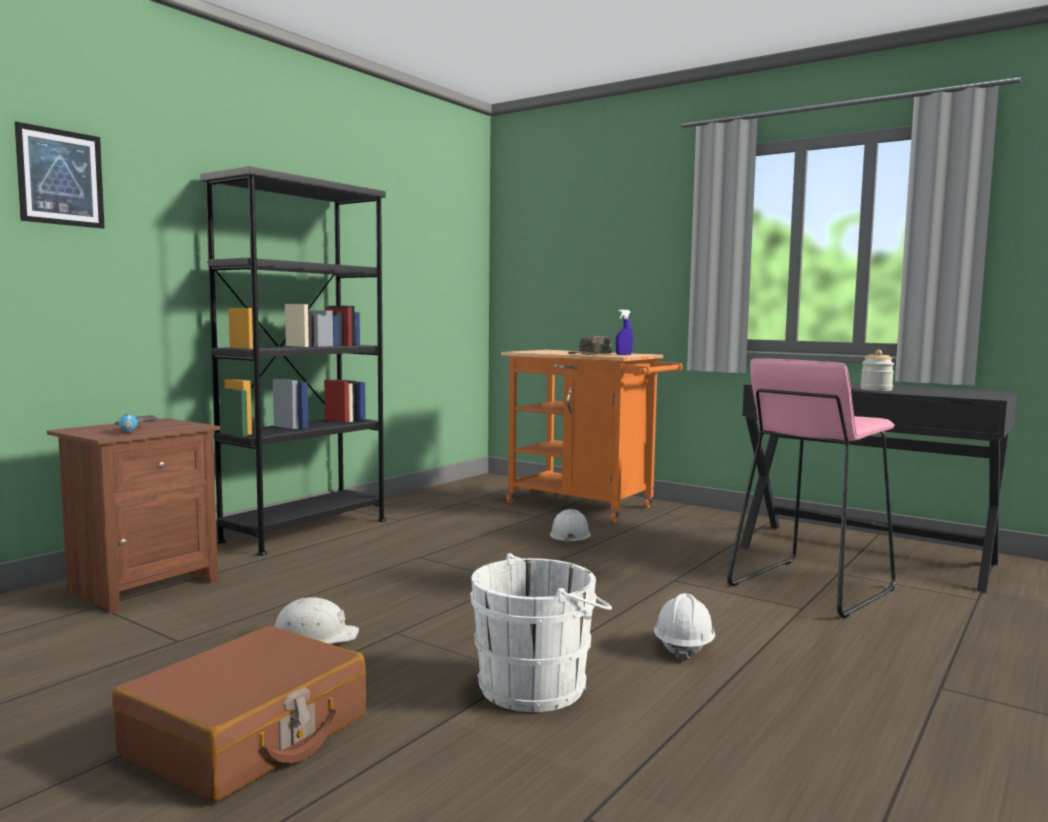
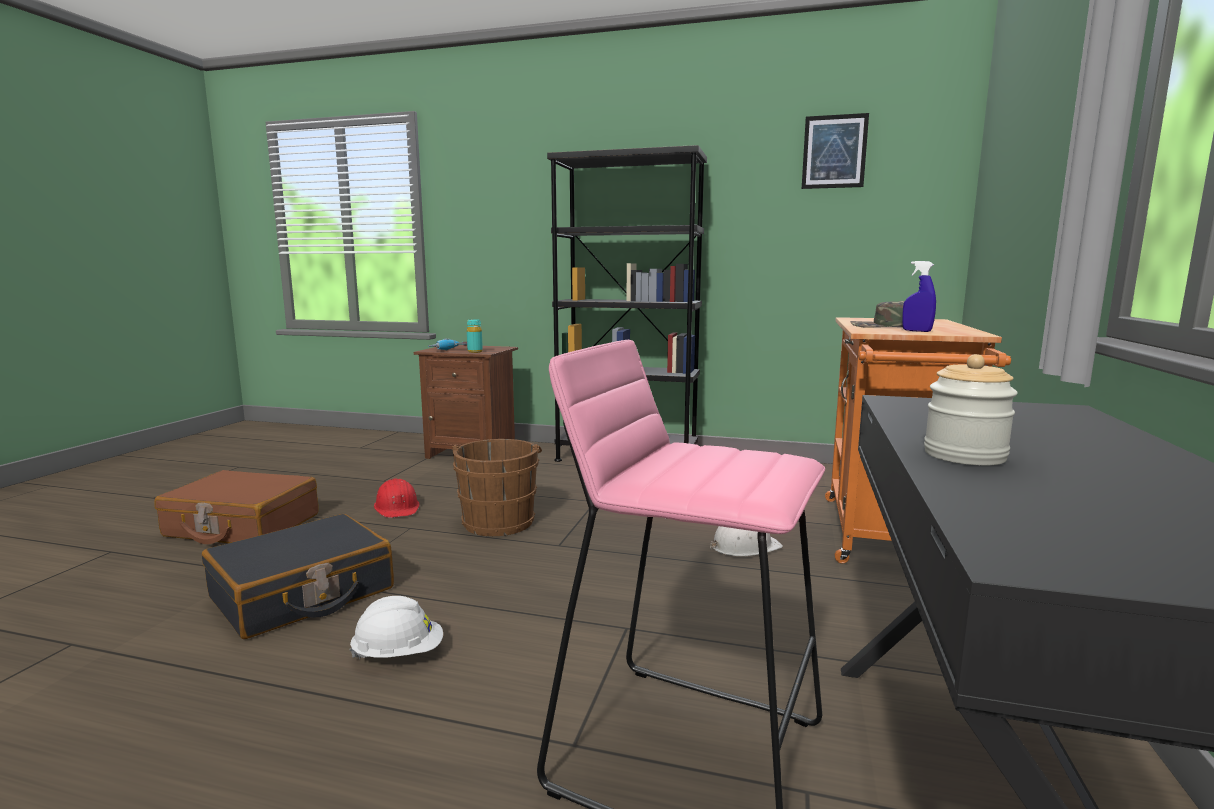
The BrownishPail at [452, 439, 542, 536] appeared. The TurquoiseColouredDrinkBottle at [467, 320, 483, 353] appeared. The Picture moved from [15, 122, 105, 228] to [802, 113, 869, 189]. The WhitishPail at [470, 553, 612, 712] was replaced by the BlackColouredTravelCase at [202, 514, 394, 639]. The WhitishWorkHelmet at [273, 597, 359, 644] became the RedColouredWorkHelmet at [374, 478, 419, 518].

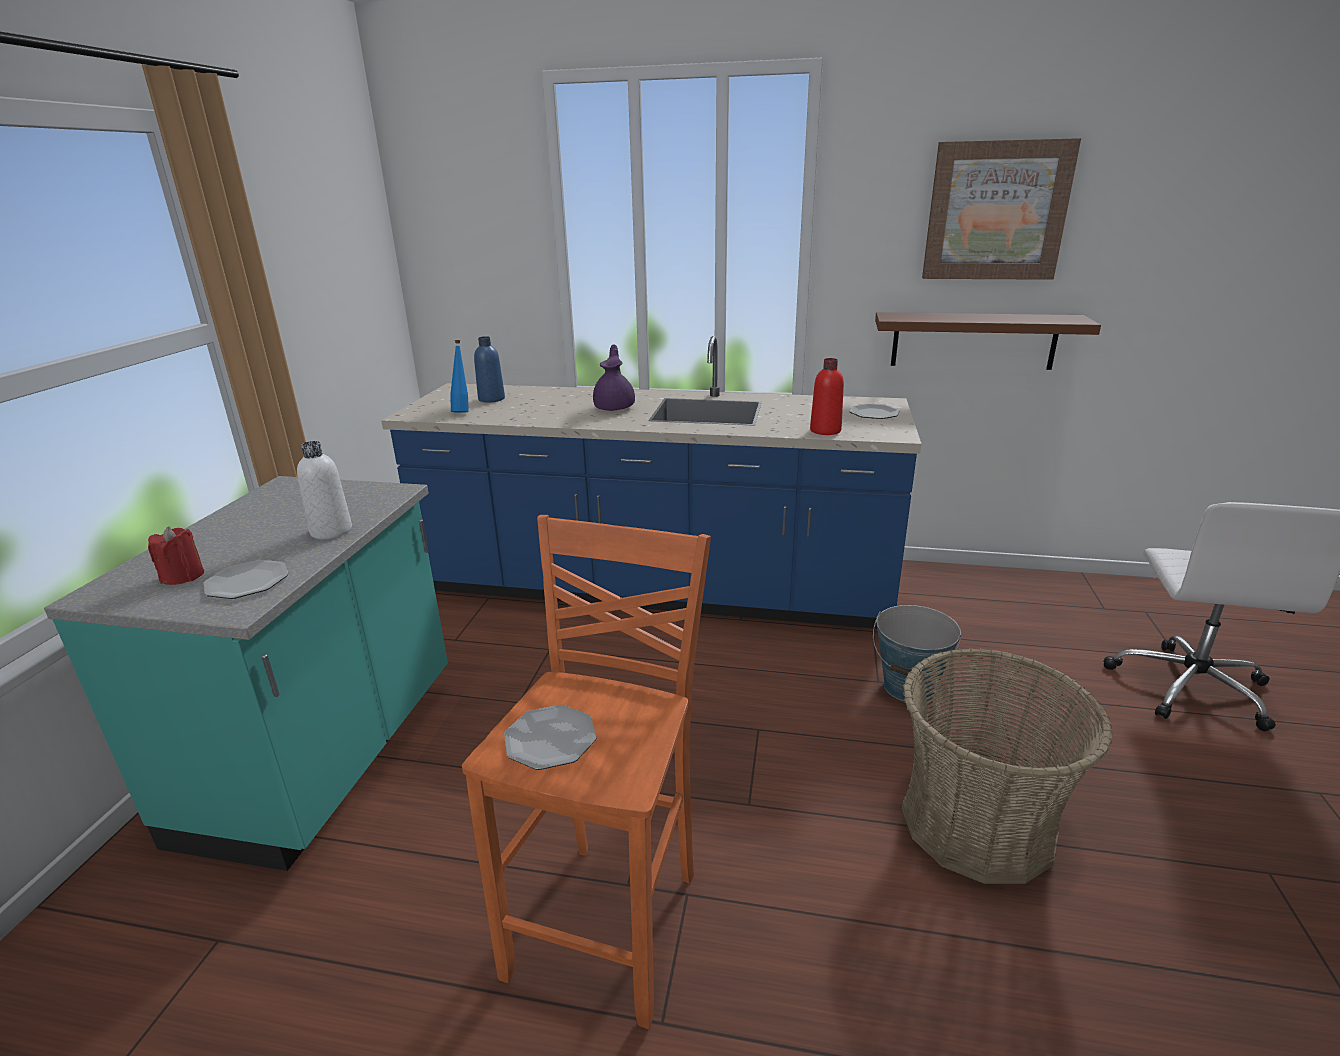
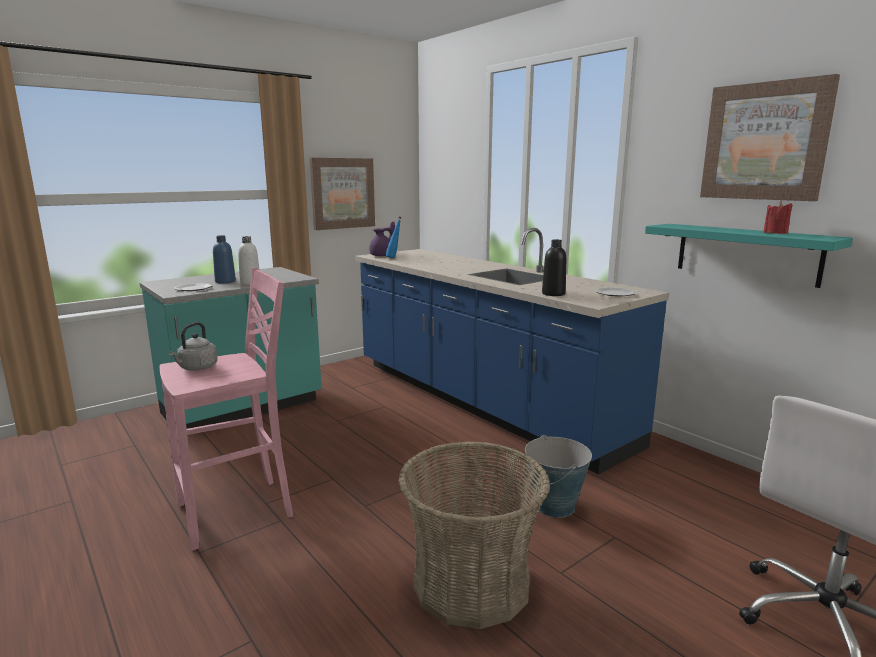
The Picture at [310, 158, 375, 230] appeared. The RedColouredWaxLight moved from [148, 526, 204, 585] to [763, 201, 793, 234]. The BlueDrinkBottle moved from [474, 336, 505, 403] to [213, 235, 236, 283]. The PurpleColouredTeaPot moved from [593, 344, 635, 411] to [369, 221, 395, 256]. The Plate at [504, 705, 597, 770] was replaced by the GreyishTeaKettle at [169, 322, 218, 371]. The OrangeySittingStool at [462, 515, 711, 1029] became the PinkSittingStool at [160, 268, 293, 551]. The RedColouredDrinkBottle at [810, 358, 844, 435] became the BlackColouredDrinkBottle at [542, 240, 566, 296]. The BrownishWallShelf at [875, 312, 1101, 370] became the TurquoiseColouredWallShelf at [645, 224, 853, 288].

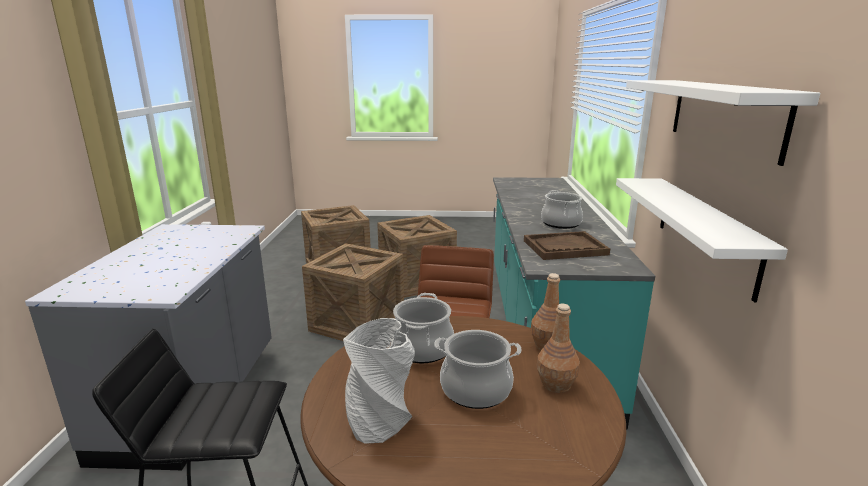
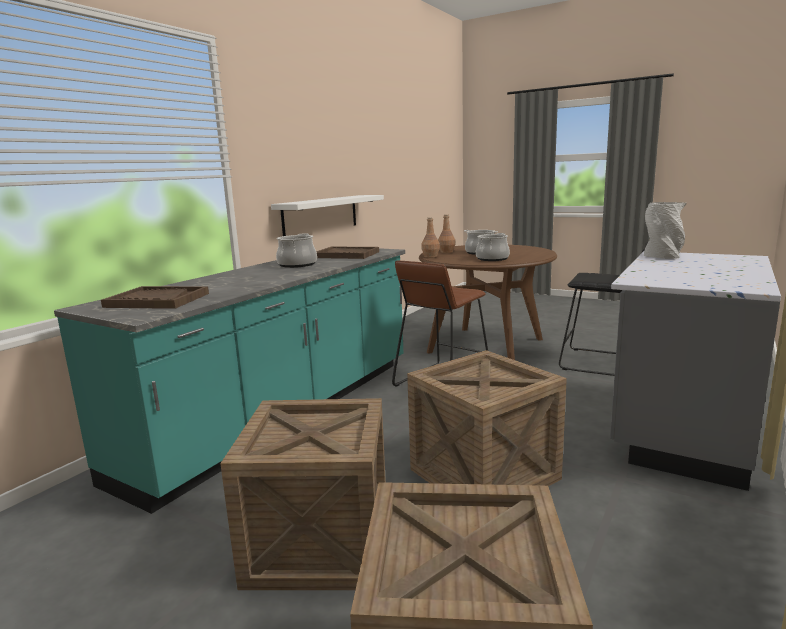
The WhitishWallShelf at [626, 80, 820, 166] disappeared. The BrownishCarryingTray at [101, 286, 209, 309] appeared. The GreyishFlowerVase moved from [343, 318, 415, 444] to [644, 202, 687, 259].

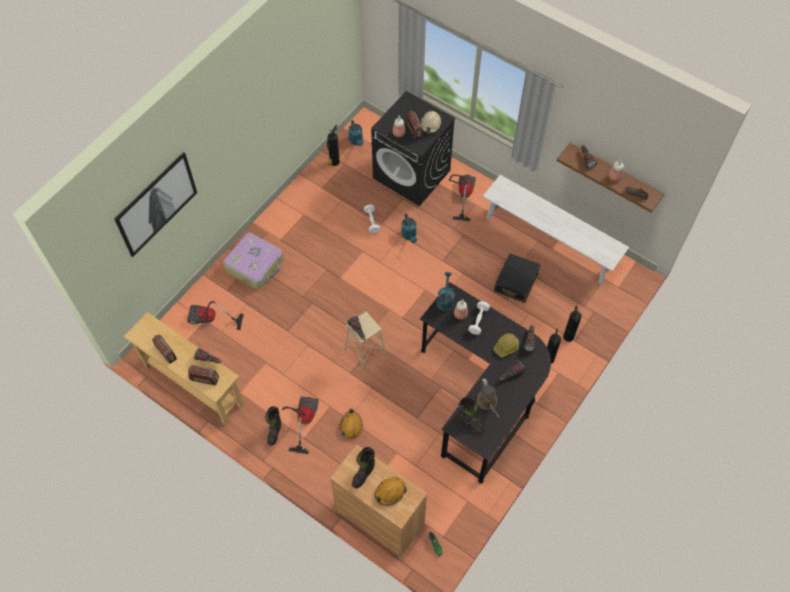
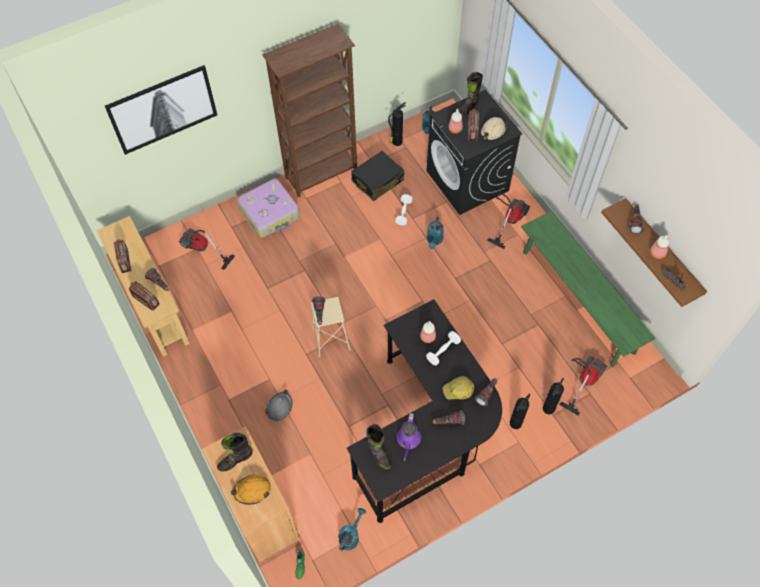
The BrownishBookshelf at [262, 23, 357, 198] appeared. The BlackColouredBoot moved from [265, 406, 281, 446] to [459, 72, 483, 117]. The Hoover moved from [282, 397, 319, 454] to [559, 356, 607, 416]. The TurquoiseColouredWateringPot moved from [437, 272, 455, 312] to [338, 508, 366, 551]. The BlackColouredTravelCase moved from [494, 253, 541, 303] to [351, 151, 404, 201]. The OrangeyWorkHelmet at [340, 409, 363, 439] became the GreyishWorkHelmet at [265, 389, 293, 421]. The BrownishWateringPot at [476, 378, 499, 417] became the PurpleColouredWateringPot at [397, 413, 421, 461]. The WhitishIndoorBench at [482, 175, 629, 284] became the GreenIndoorBench at [521, 211, 656, 367].

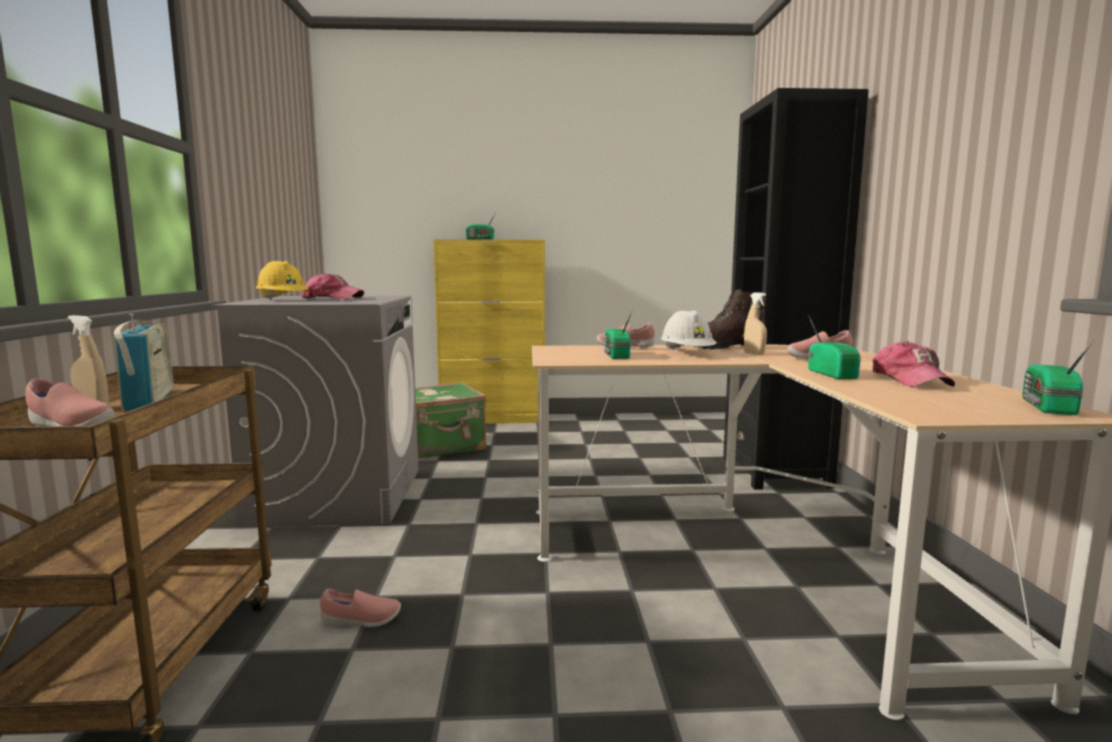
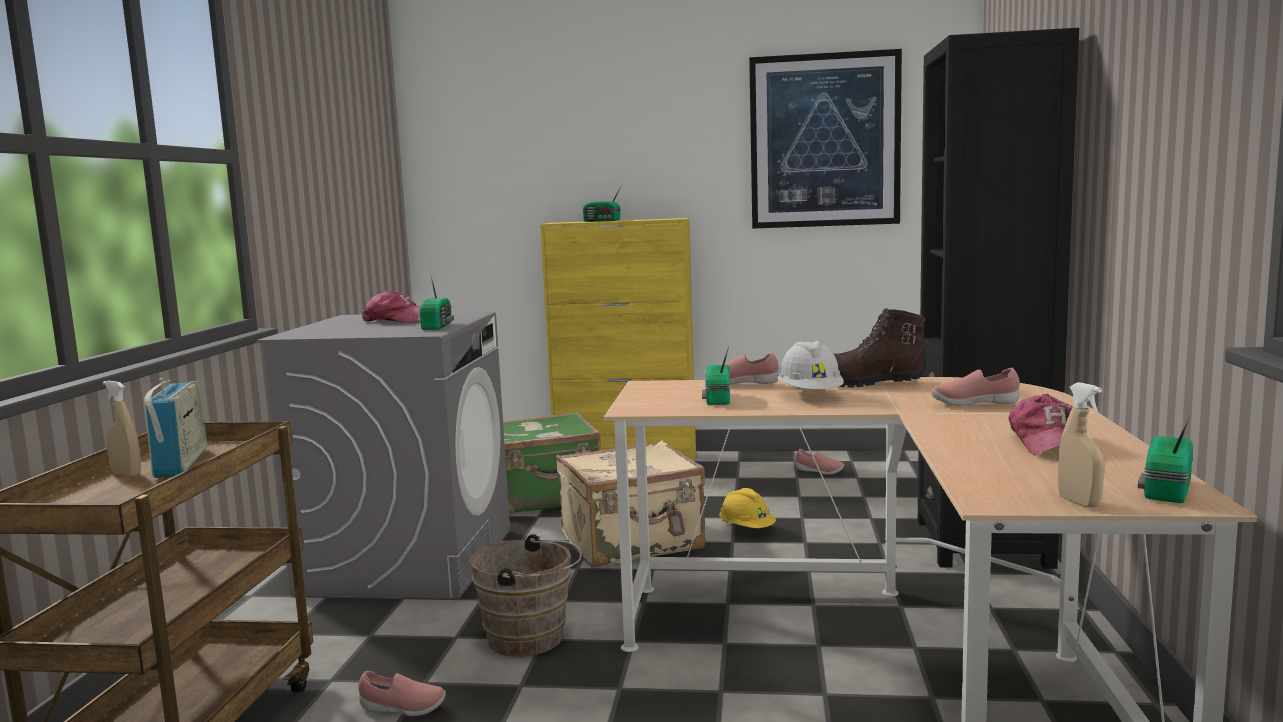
The BrownishPail at [470, 534, 582, 657] appeared. The SandColouredTravelCase at [556, 441, 706, 568] appeared. The Picture at [749, 49, 902, 229] appeared. The PinkShoe moved from [26, 378, 114, 426] to [796, 449, 844, 475]. The YellowWorkHelmet moved from [256, 261, 309, 300] to [719, 488, 776, 528]. The SandColouredSprayer moved from [744, 293, 767, 355] to [1058, 382, 1104, 508]. The RadioReceiver moved from [808, 317, 861, 379] to [420, 276, 454, 330].

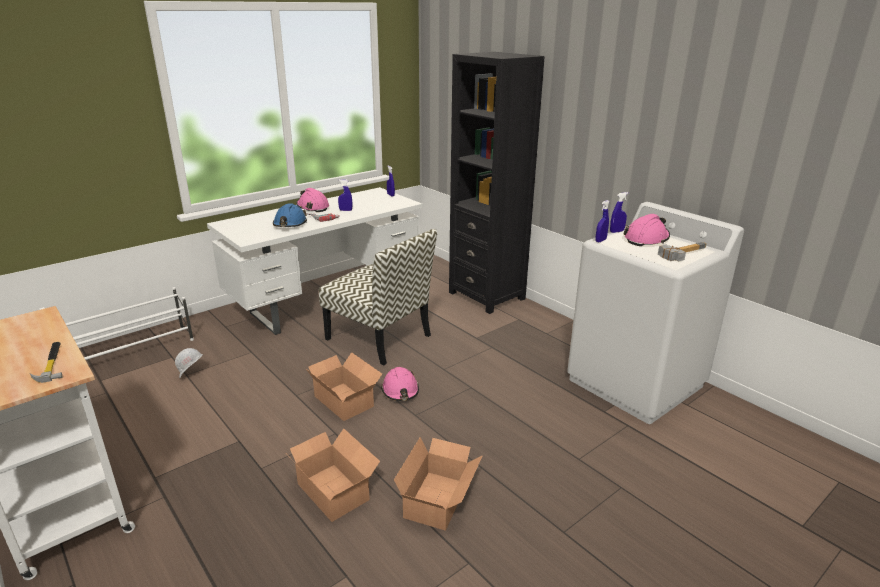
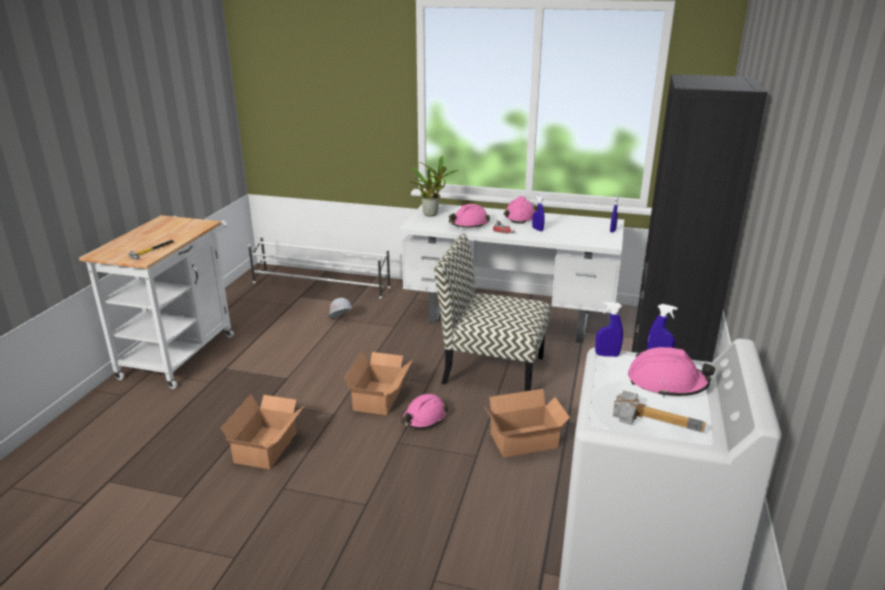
The PlantInAPot at [407, 156, 458, 217] appeared. The CardboardBox moved from [394, 437, 483, 530] to [485, 389, 570, 457]. The BlueWorkHelmet at [273, 204, 307, 227] became the PinkWorkHelmet at [449, 204, 490, 228]. The UprightChair at [319, 229, 437, 366] turned 105 degrees clockwise.

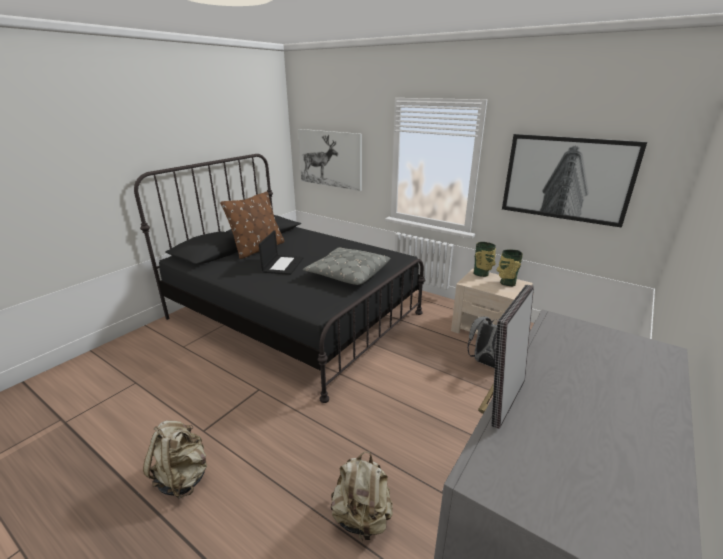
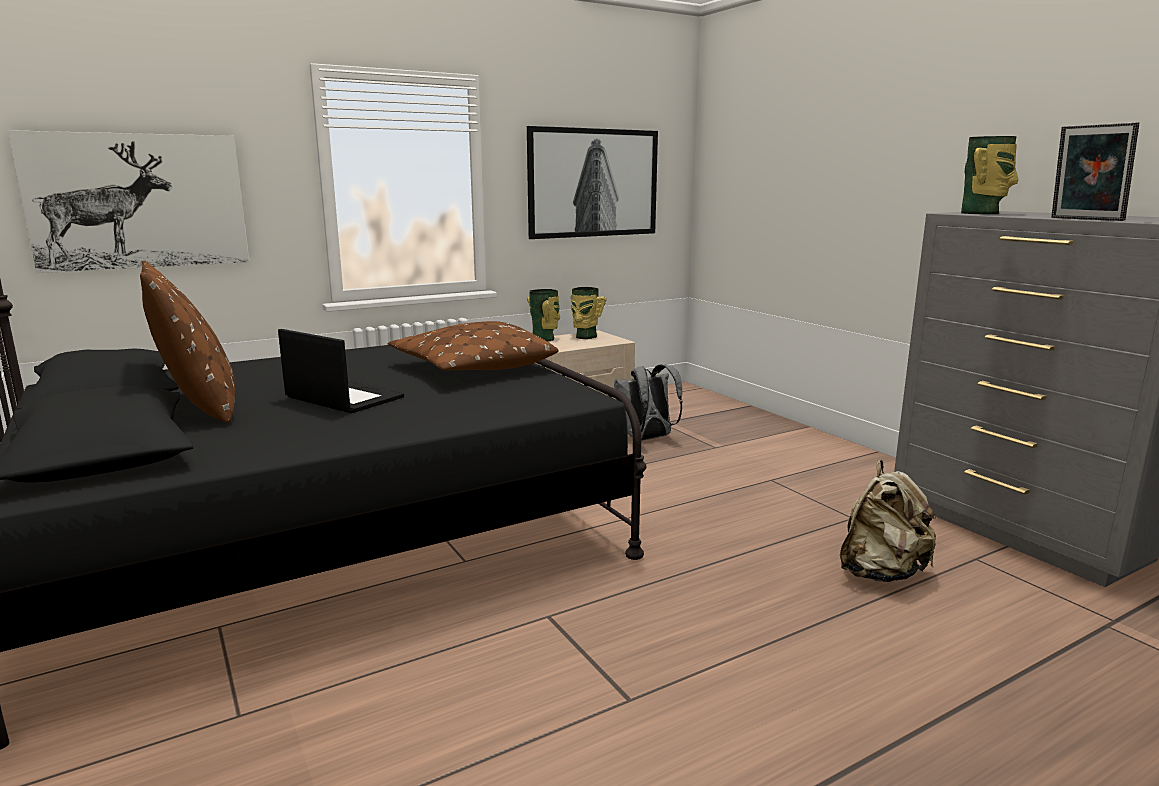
The SandColouredKnapsack at [143, 420, 207, 500] disappeared. The FlowerVase at [961, 136, 1019, 214] appeared. The GreyishCushion at [303, 248, 390, 285] became the BrownishCushion at [388, 321, 559, 371].

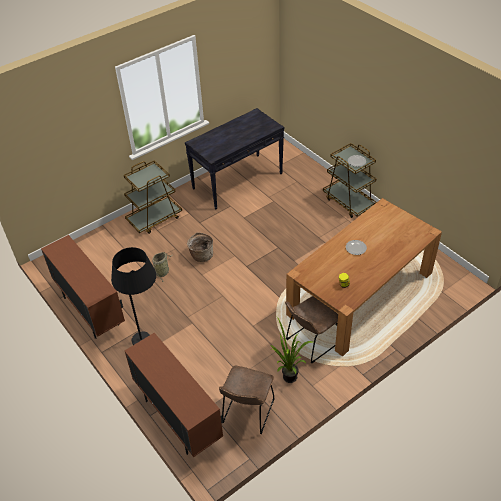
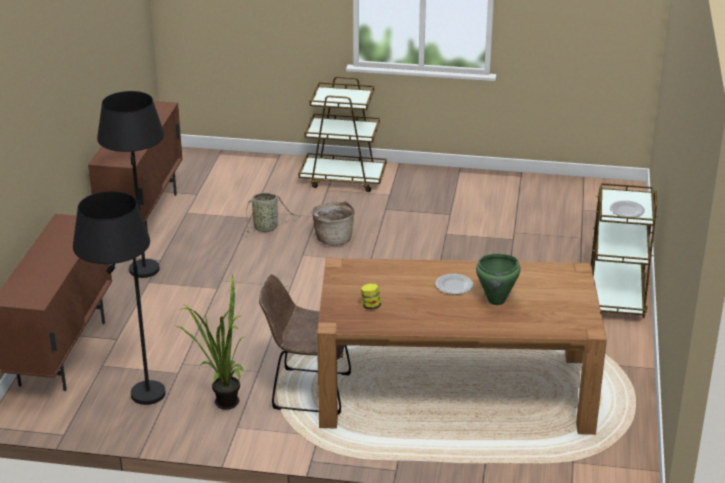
The BlackColouredNarrowTable at [185, 108, 284, 209] disappeared. The GreenStockpot at [476, 254, 521, 305] appeared. The BrownishUprightChair at [219, 366, 274, 434] was replaced by the BlackColouredStandingLamp at [73, 191, 166, 405].

